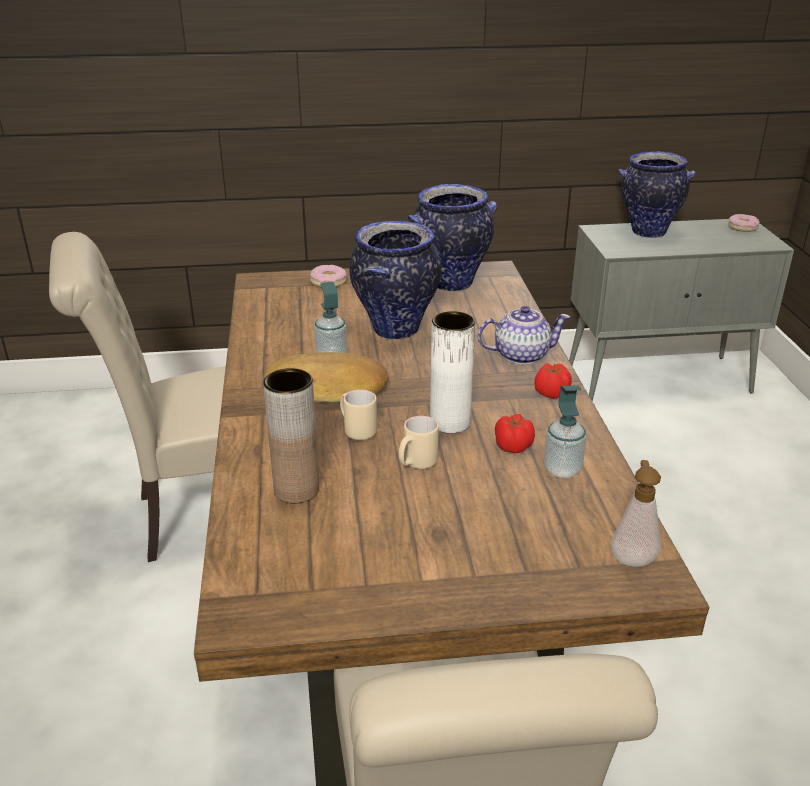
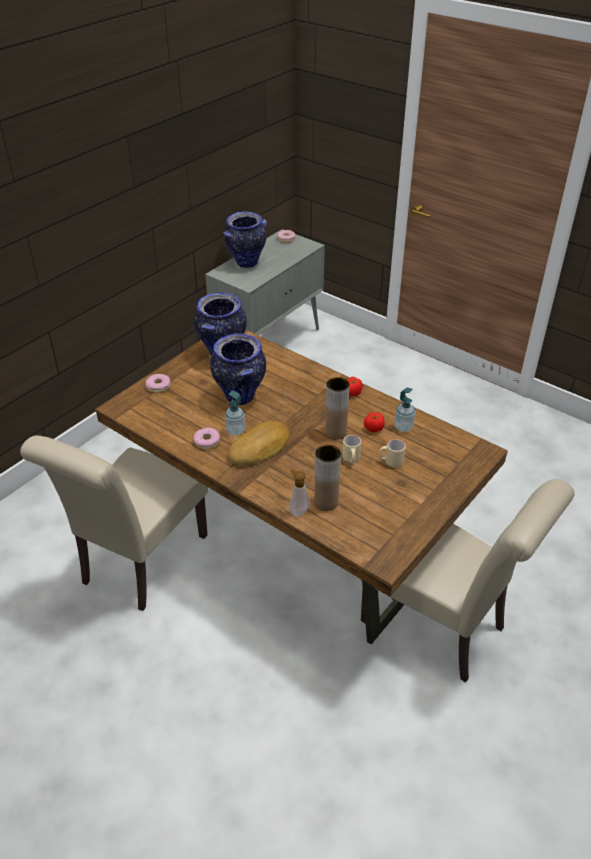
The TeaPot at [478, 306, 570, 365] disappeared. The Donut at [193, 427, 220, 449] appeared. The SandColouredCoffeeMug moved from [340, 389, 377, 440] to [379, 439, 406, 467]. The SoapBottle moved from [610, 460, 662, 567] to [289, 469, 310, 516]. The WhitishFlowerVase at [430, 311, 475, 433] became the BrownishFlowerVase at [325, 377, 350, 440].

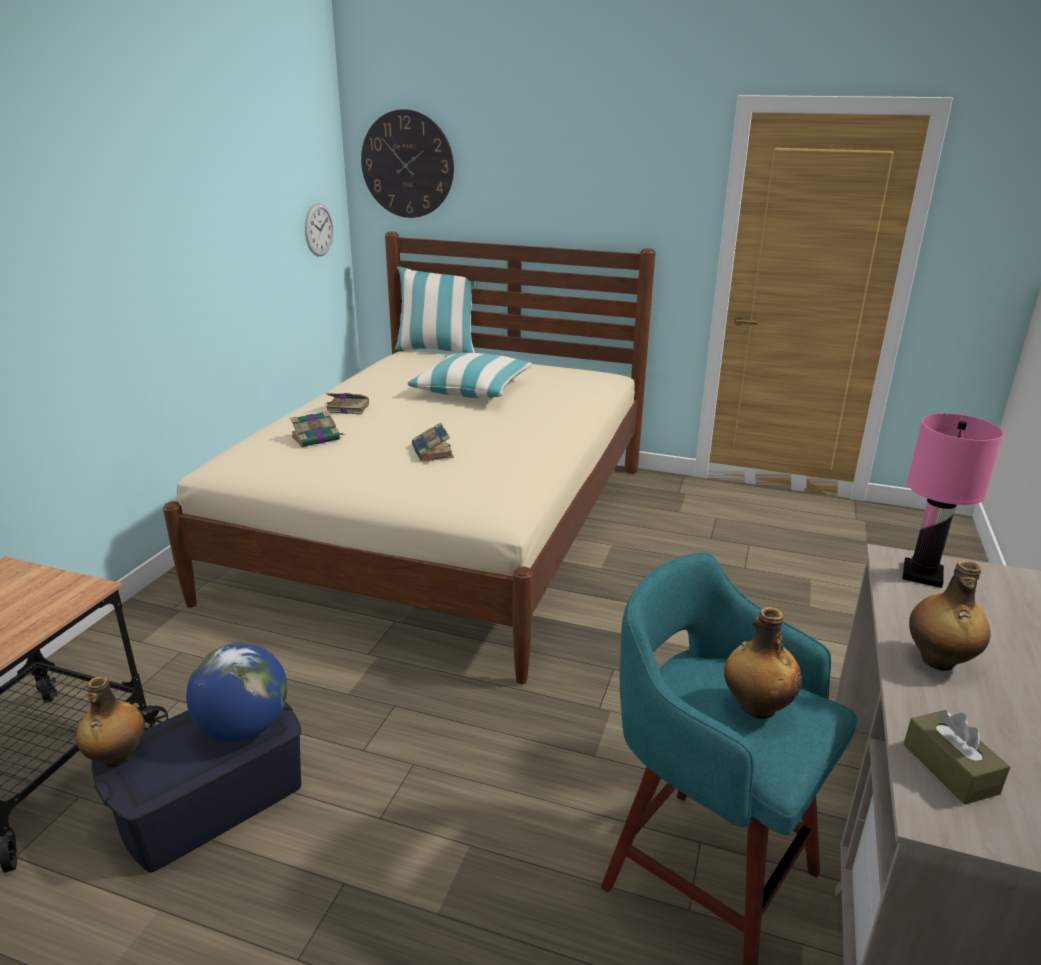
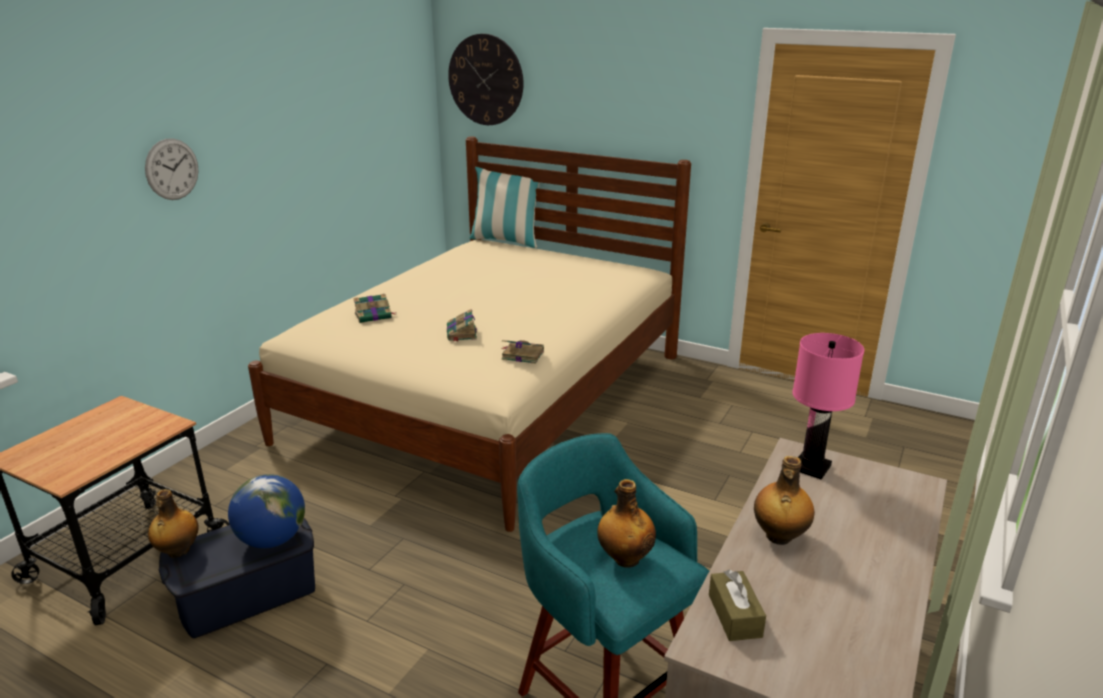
The Cushion at [408, 353, 532, 398] disappeared. The HangingClock moved from [305, 203, 333, 256] to [145, 138, 199, 200]. The Book moved from [325, 393, 369, 415] to [501, 340, 544, 364].

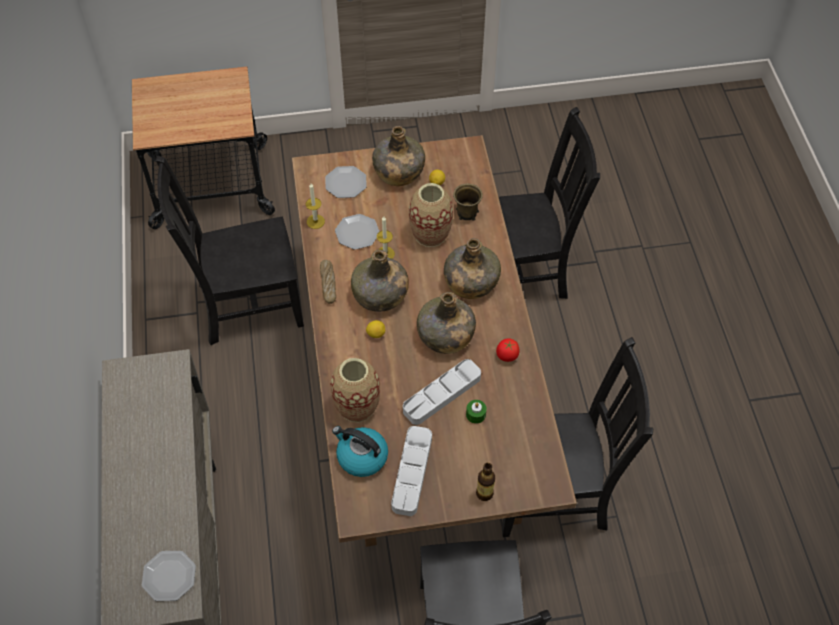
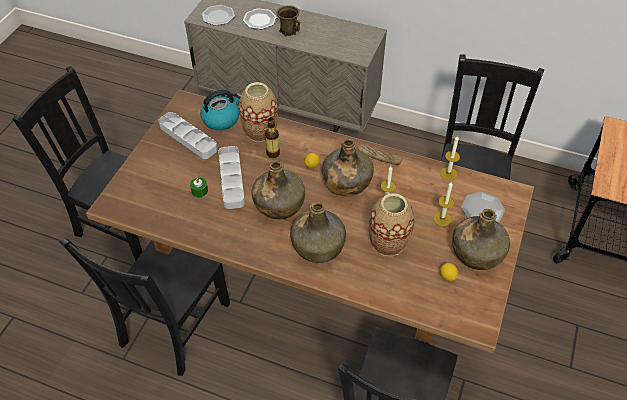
The Tomato at [496, 338, 519, 362] disappeared. The WaxLight at [433, 182, 454, 226] appeared. The Plate moved from [335, 214, 380, 250] to [243, 8, 277, 29]. The BrownishCoffeeMug moved from [453, 184, 483, 220] to [277, 5, 300, 36]. The DrinkBottle moved from [476, 463, 495, 501] to [265, 117, 280, 158].

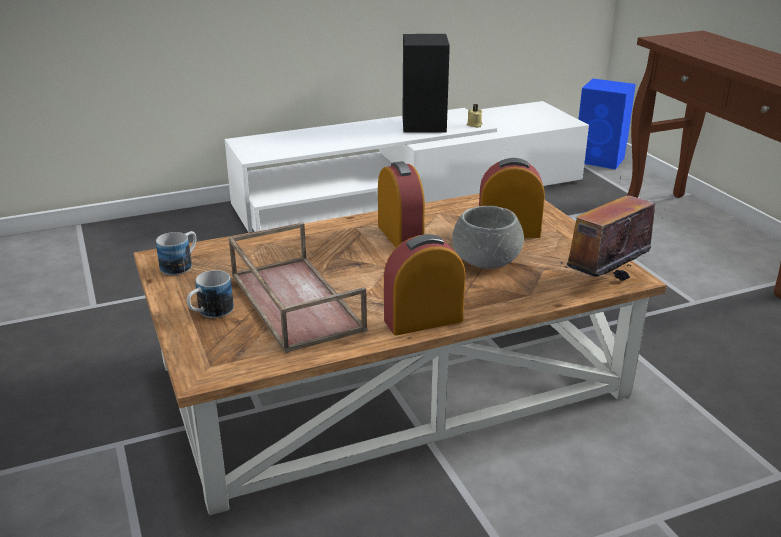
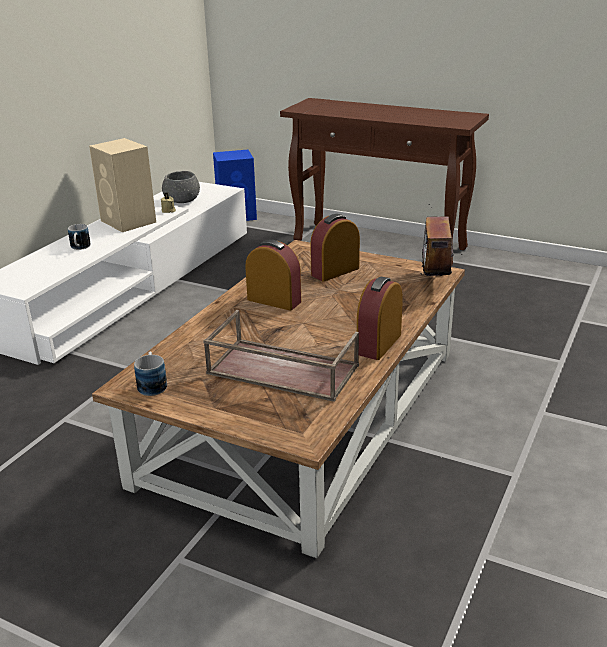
The CoffeeMug moved from [187, 270, 234, 318] to [68, 224, 91, 250]. The GreyishServingBowl moved from [452, 206, 524, 269] to [162, 171, 200, 203]. The BlackColouredLoudspeaker at [402, 34, 450, 133] became the SandColouredLoudspeaker at [89, 138, 156, 232].

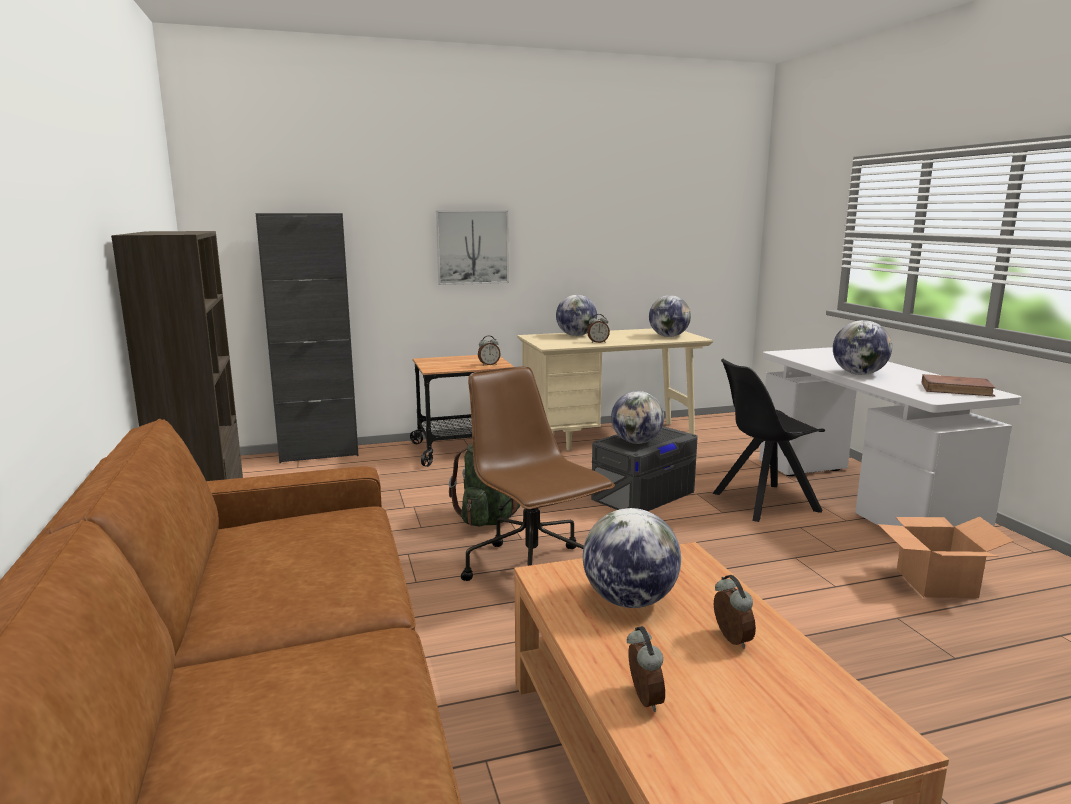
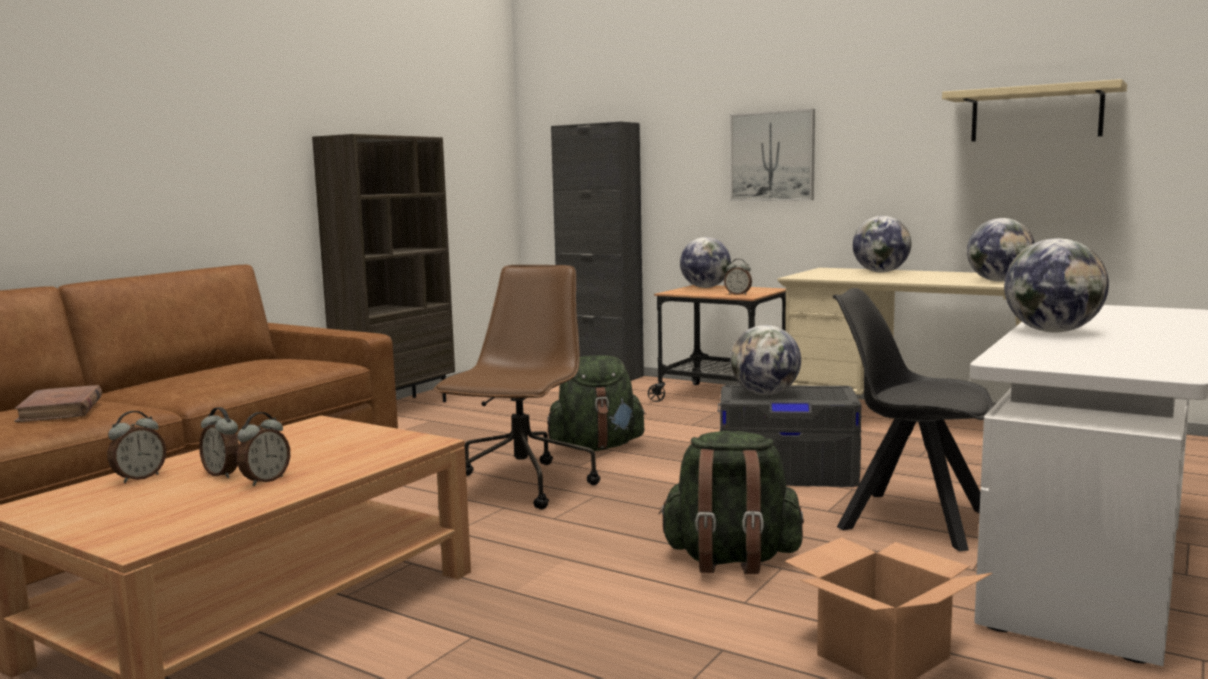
The GreenKnapsack at [659, 431, 804, 574] appeared. The SandColouredWallShelf at [942, 79, 1127, 142] appeared. The WorldGlobe moved from [583, 508, 681, 608] to [680, 237, 731, 288]. The AlarmClock moved from [587, 314, 610, 343] to [199, 407, 239, 478]. The BrownishBook moved from [921, 374, 995, 397] to [14, 385, 102, 422].

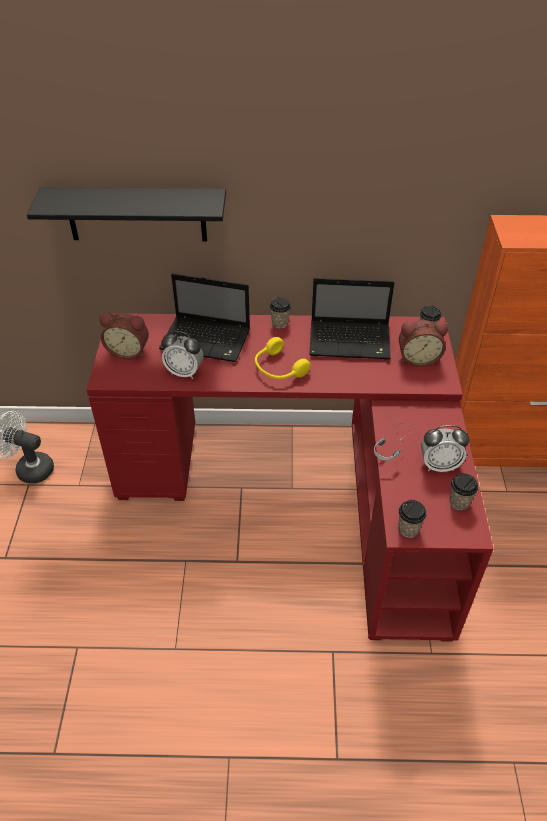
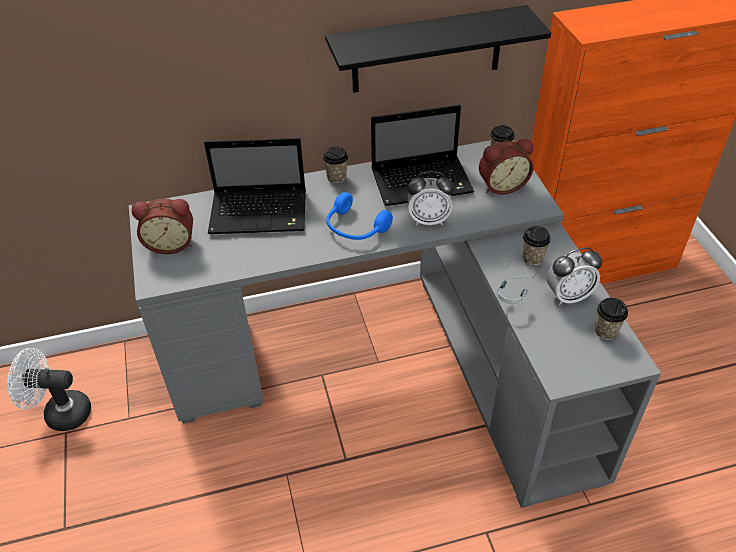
The BlackColouredWallShelf moved from [27, 187, 226, 242] to [325, 5, 551, 93]. The AlarmClock moved from [161, 331, 204, 379] to [407, 171, 455, 225]. The Cup moved from [398, 500, 427, 538] to [522, 226, 551, 266]. The RedColouredDesk at [86, 313, 493, 642] became the GreyishDesk at [129, 140, 661, 508]. The YellowHeadphones at [255, 337, 311, 379] became the BlueHeadphones at [326, 192, 393, 240].

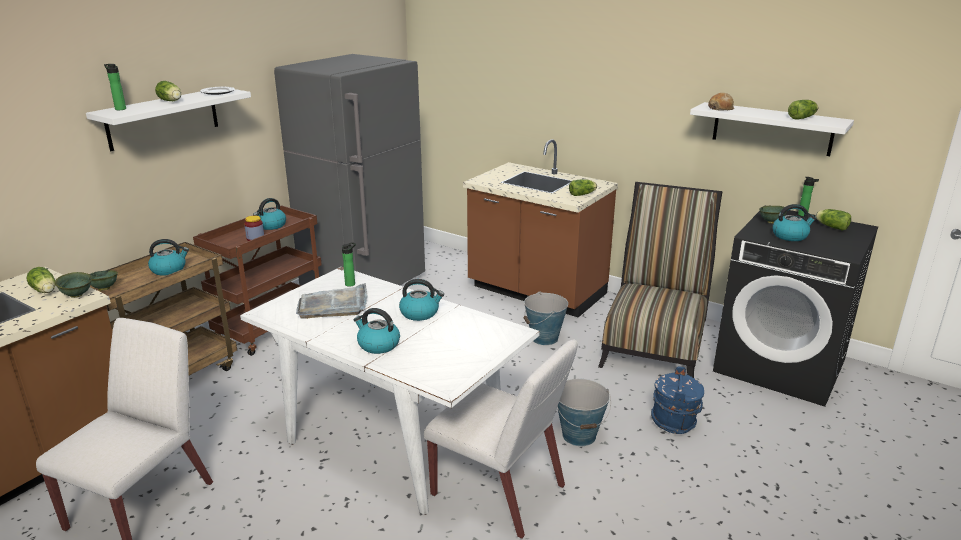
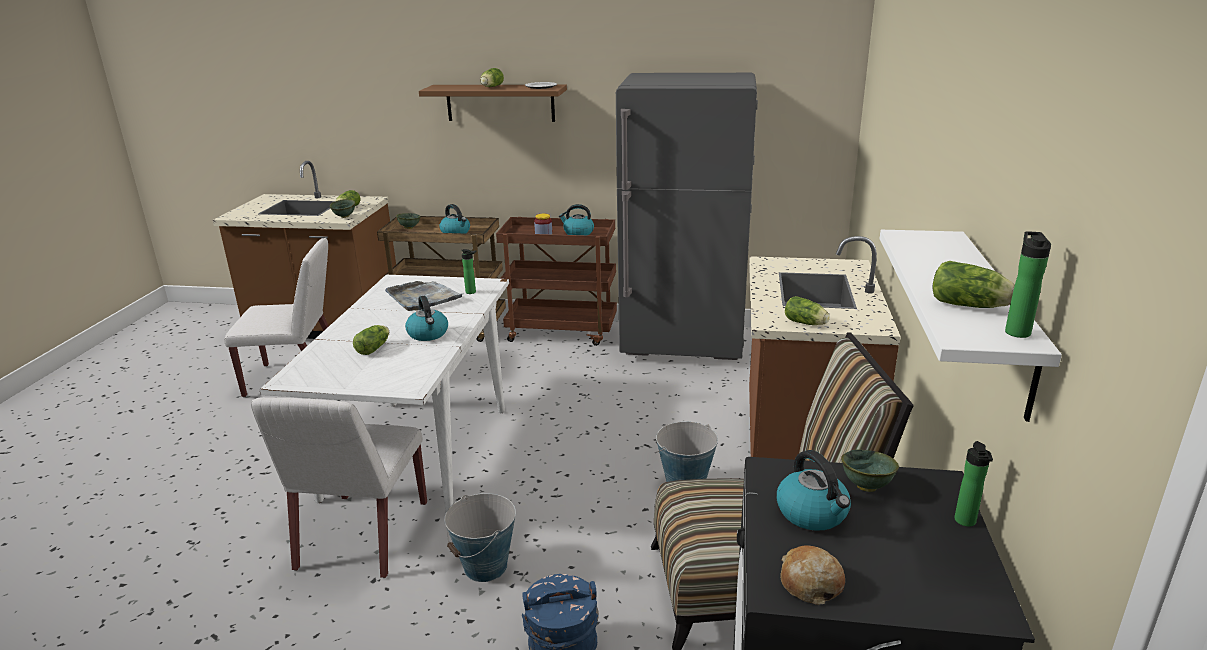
The TeaKettle at [354, 308, 400, 354] disappeared. The DrinkBottle moved from [104, 64, 126, 110] to [1005, 231, 1051, 338]. The Bread moved from [708, 93, 734, 111] to [780, 545, 845, 605]. The Lettuce moved from [815, 209, 851, 230] to [353, 325, 389, 355]. The WhitishWallShelf at [86, 89, 251, 151] became the BrownishWallShelf at [419, 85, 567, 122].

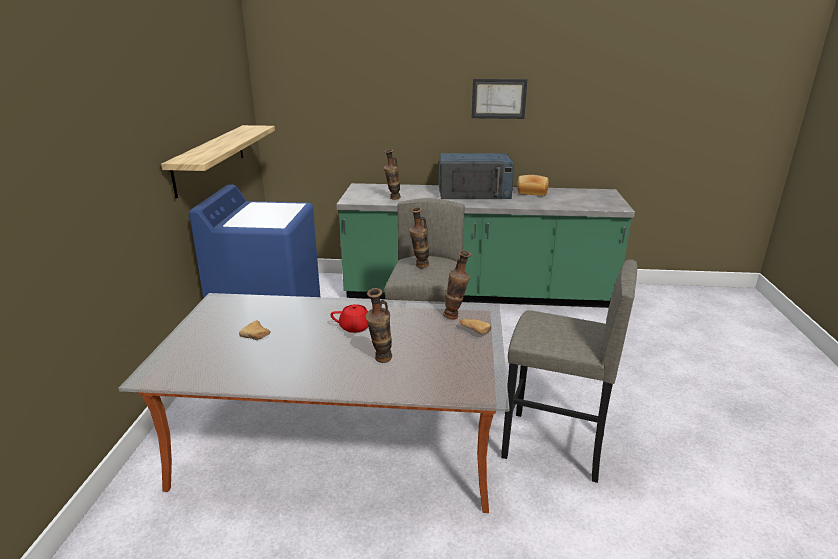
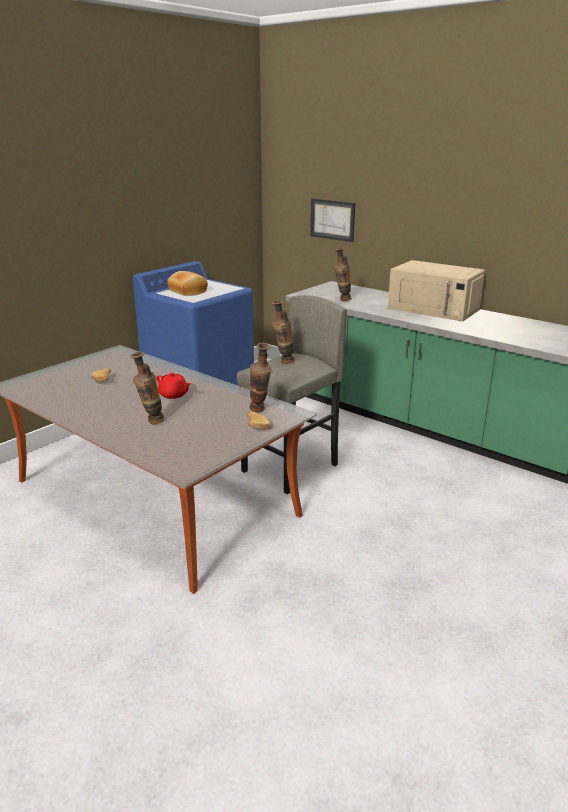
The WallShelf at [161, 125, 275, 199] disappeared. The GreyishSittingStool at [501, 259, 637, 483] disappeared. The Picture moved from [472, 79, 527, 119] to [310, 199, 355, 242]. The Bread moved from [517, 175, 549, 196] to [167, 271, 208, 296]. The BlueMicrowaveOven at [439, 153, 514, 199] became the SandColouredMicrowaveOven at [388, 260, 485, 322].

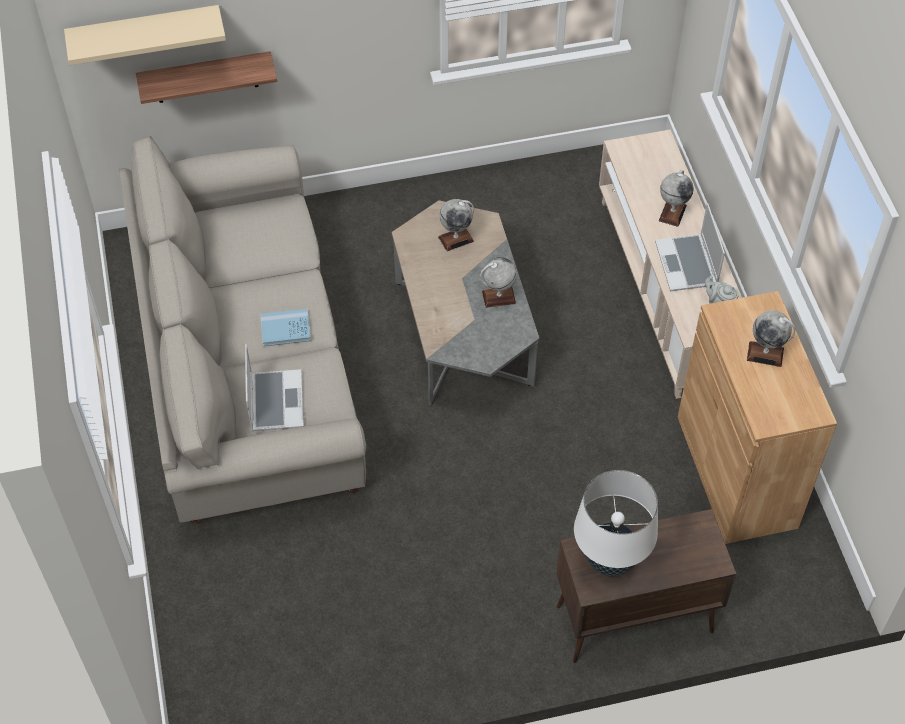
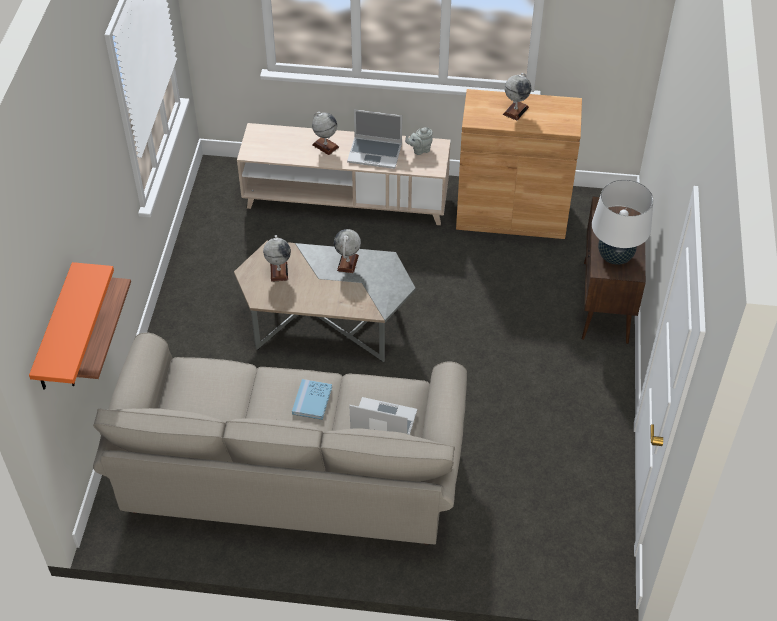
The SandColouredWallShelf at [64, 5, 226, 65] became the OrangeyWallShelf at [29, 262, 114, 390].

